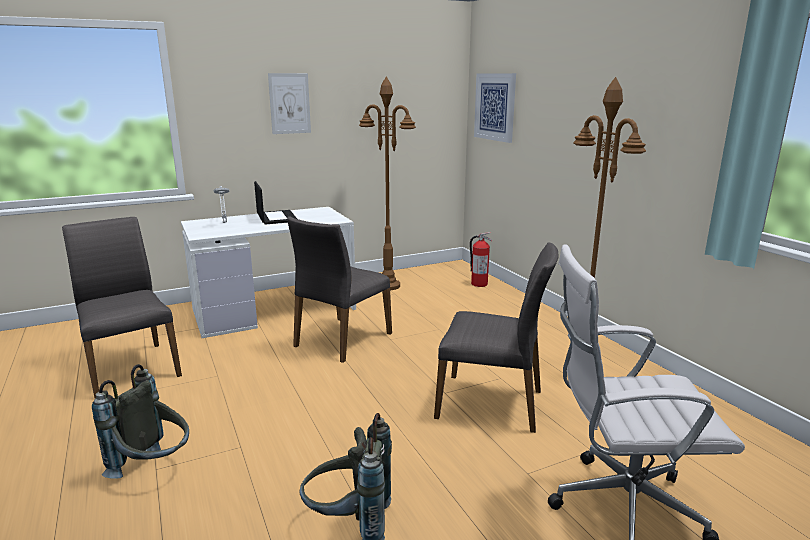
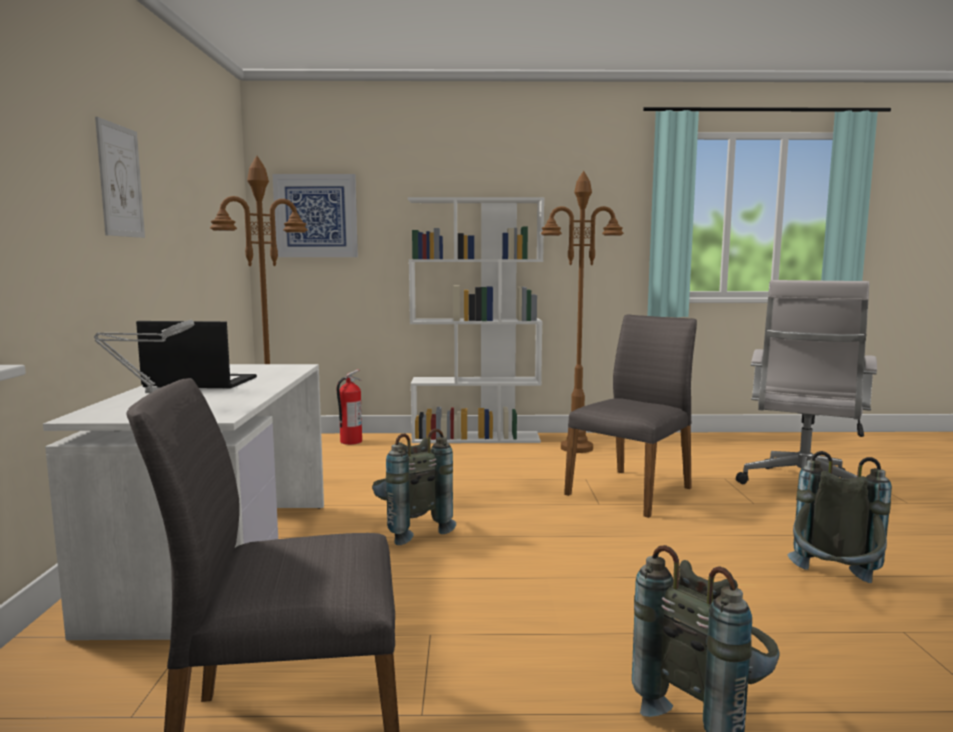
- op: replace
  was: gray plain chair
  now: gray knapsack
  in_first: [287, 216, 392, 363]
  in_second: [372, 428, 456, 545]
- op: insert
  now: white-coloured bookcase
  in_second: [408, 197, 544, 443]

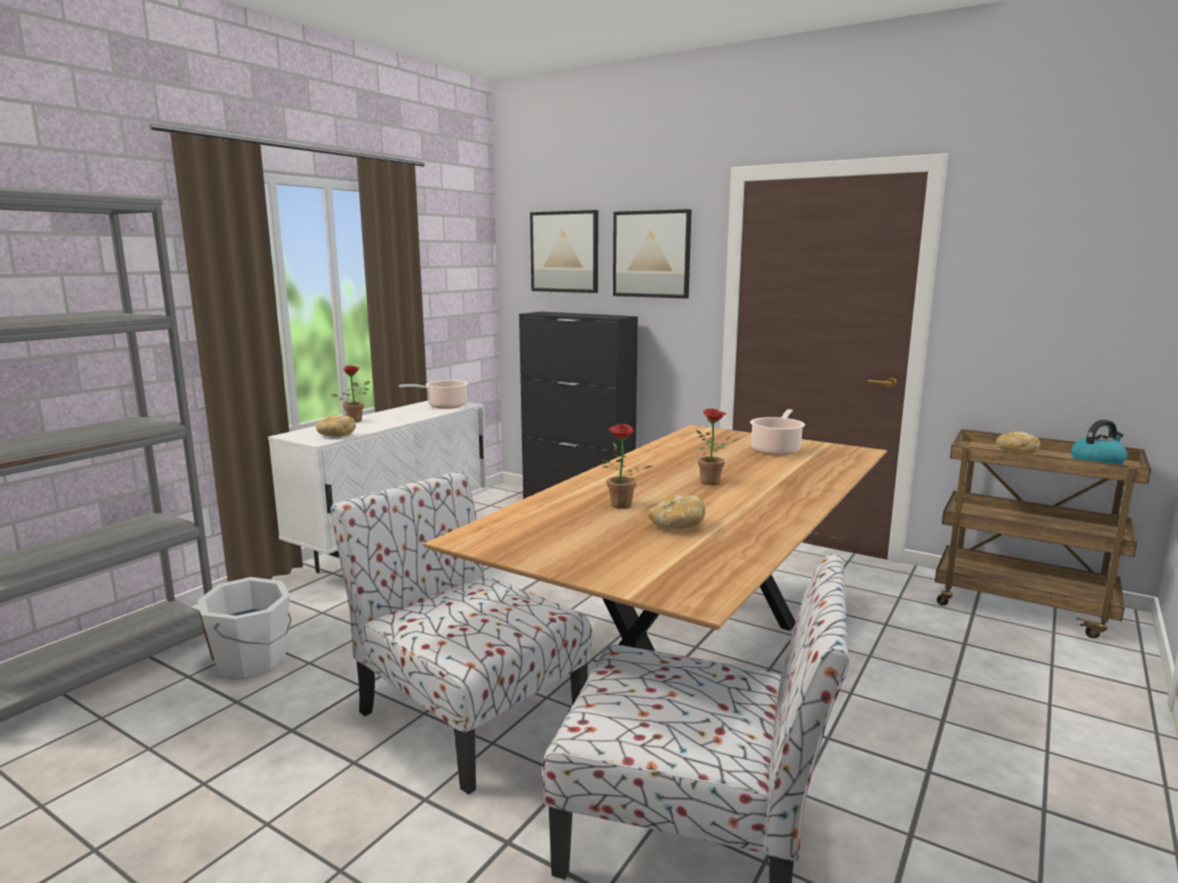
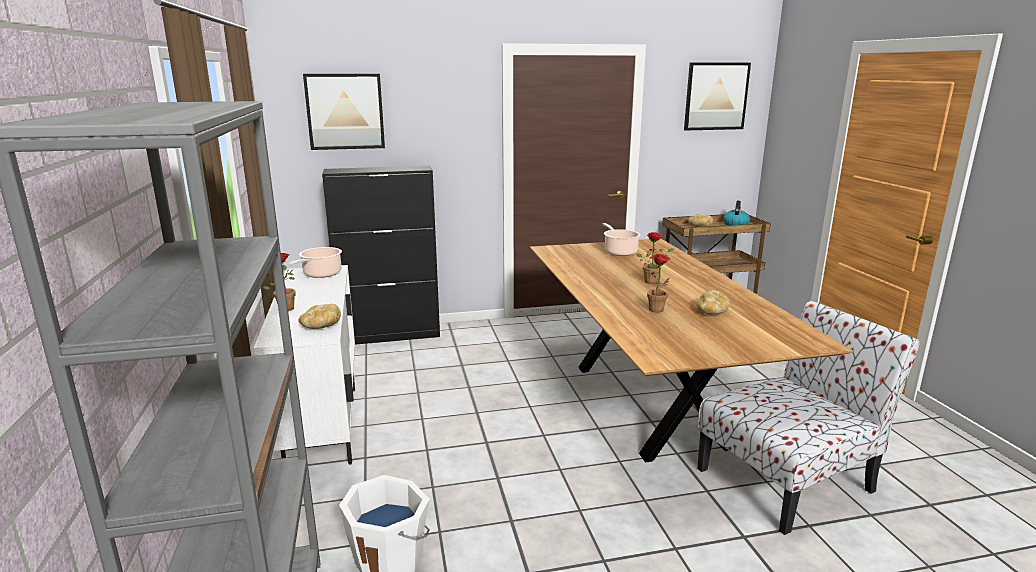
- op: move
  was: wall picture
  in_first: [613, 209, 692, 299]
  in_second: [684, 63, 751, 131]
- op: delete
  was: plain chair
  in_first: [330, 471, 592, 795]

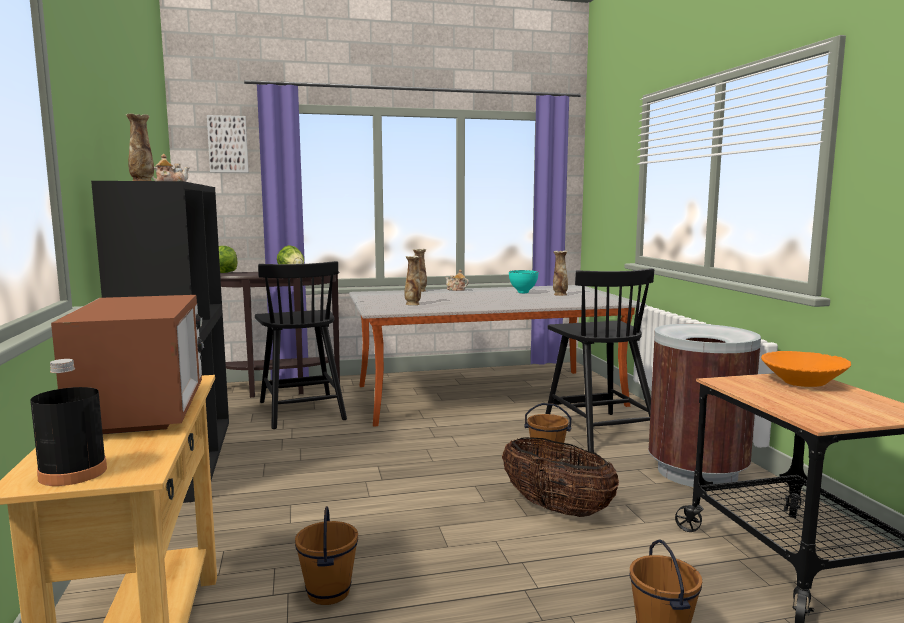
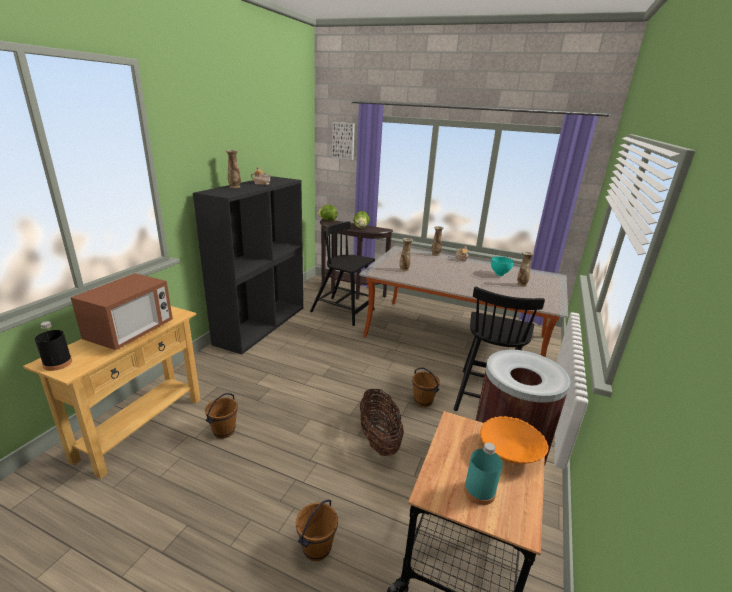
- op: rotate
  was: black plain chair
  in_first: [255, 261, 347, 429]
  in_second: [310, 221, 375, 326]
  clockwise: 105
- op: insert
  now: turquoise-coloured drink bottle
  in_second: [464, 442, 503, 505]

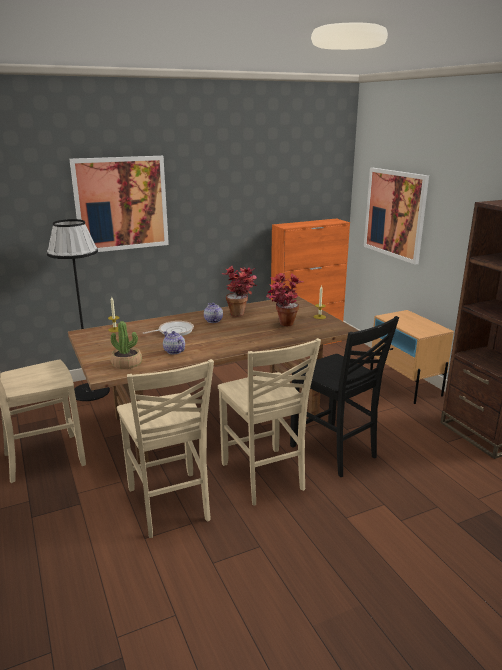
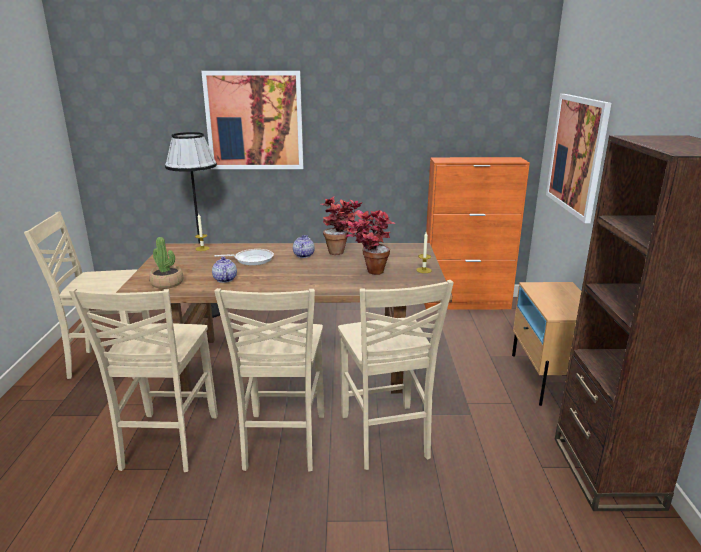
- op: recolor
  was: black plain chair
  now: beige plain chair
  in_first: [290, 316, 399, 477]
  in_second: [338, 280, 454, 470]

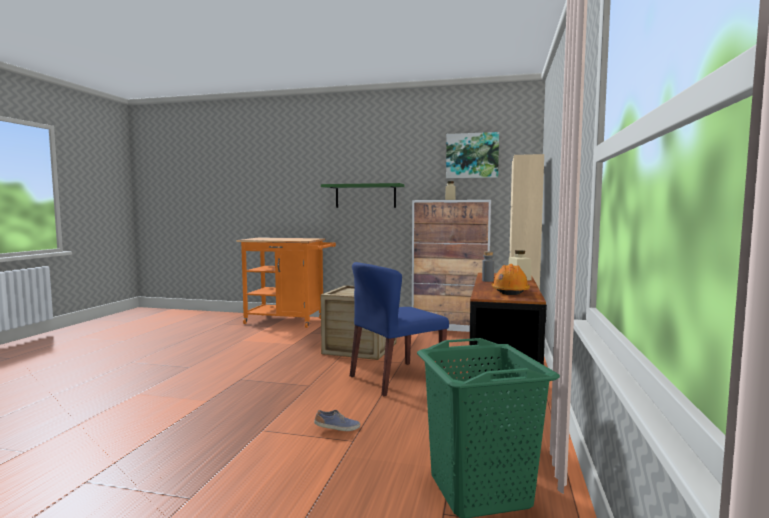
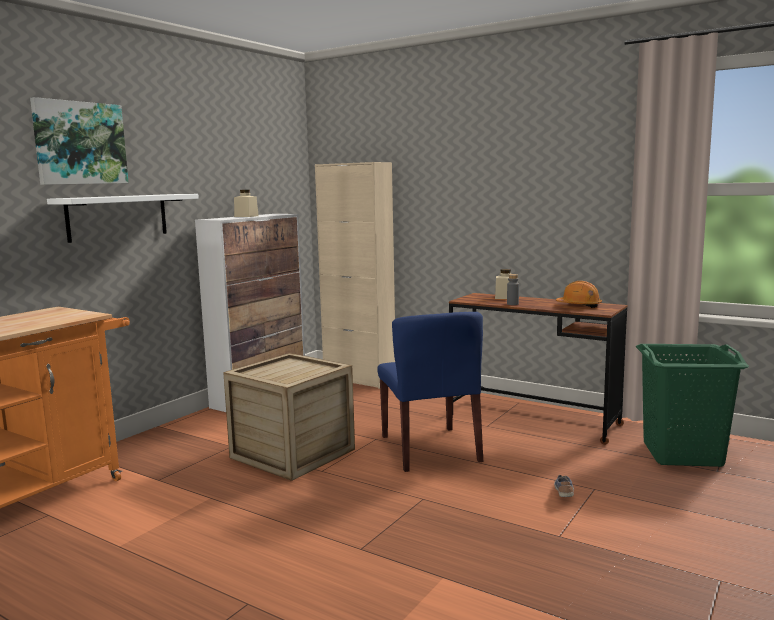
- op: move
  was: wall picture
  in_first: [446, 132, 499, 178]
  in_second: [30, 97, 129, 185]
- op: recolor
  was: green wall shelf
  now: white-coloured wall shelf
  in_first: [321, 183, 405, 208]
  in_second: [47, 194, 199, 243]

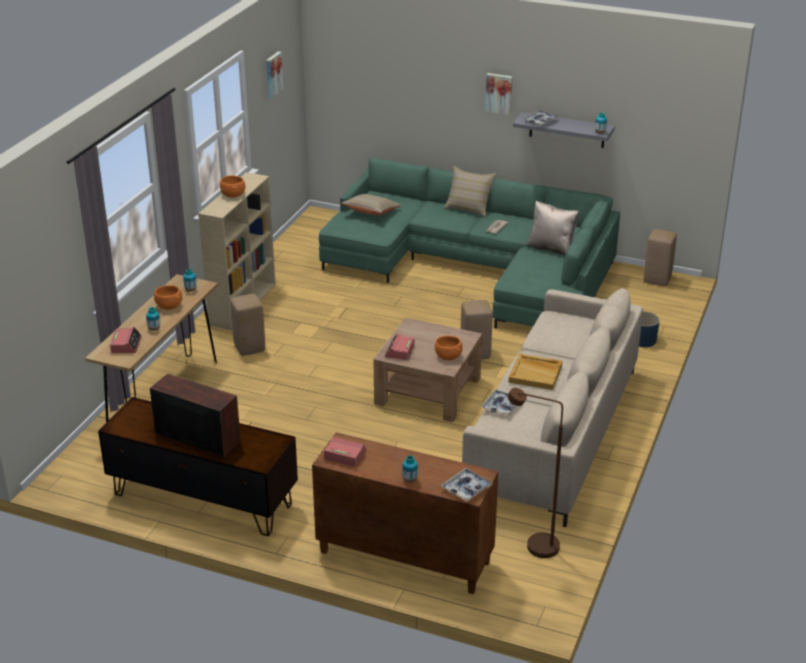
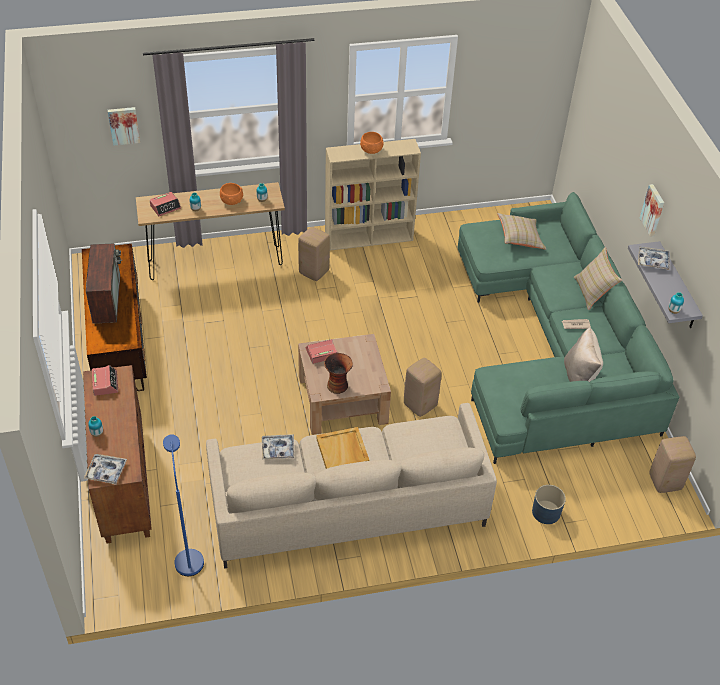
- op: move
  was: wall picture
  in_first: [266, 52, 283, 98]
  in_second: [108, 107, 140, 146]
- op: replace
  was: orangey bowl
  now: vase
  in_first: [435, 336, 462, 360]
  in_second: [324, 353, 353, 394]
- op: recolor
  was: brown-coloured standard lamp
  now: bluish standard lamp
  in_first: [507, 388, 563, 558]
  in_second: [163, 434, 204, 576]

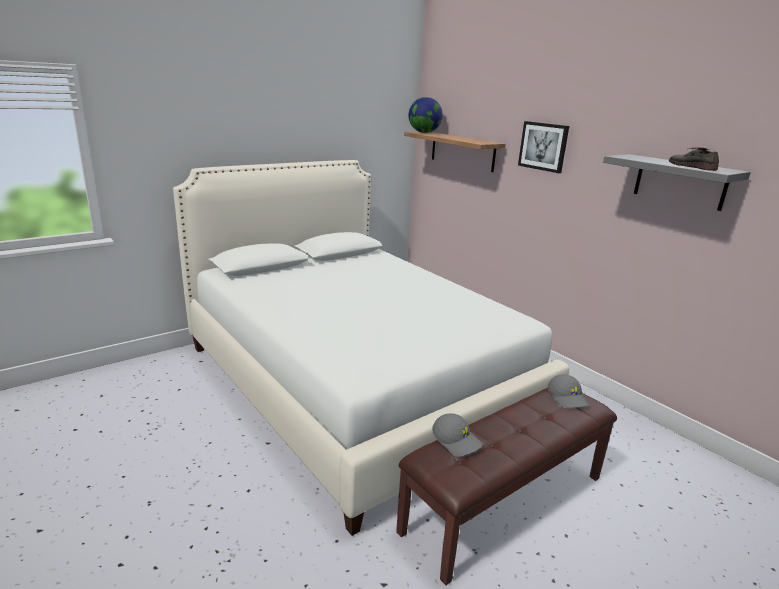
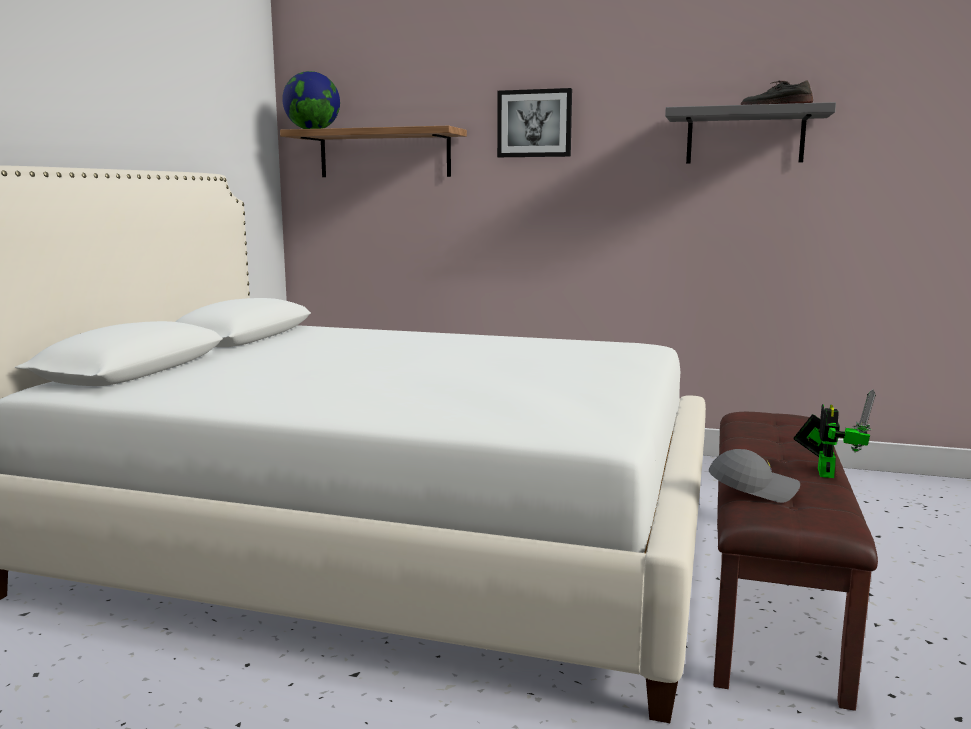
- op: delete
  was: gray peaked cap
  in_first: [548, 374, 589, 408]
- op: insert
  now: model robot
  in_second: [793, 390, 876, 478]

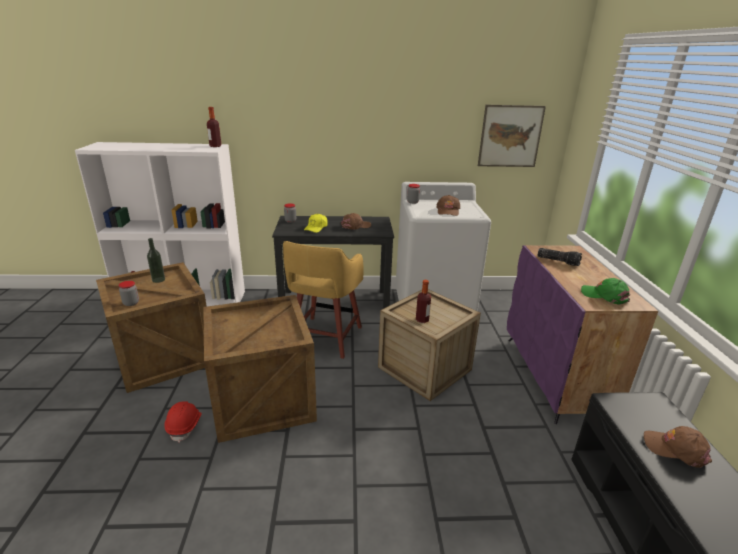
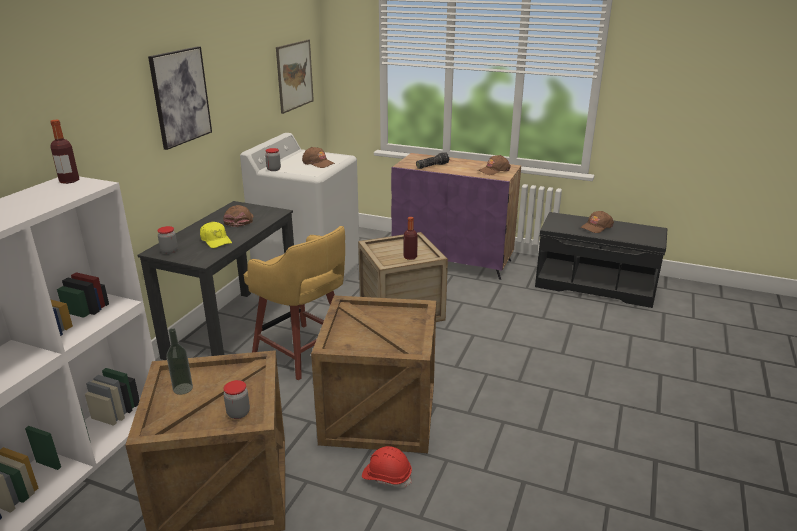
- op: recolor
  was: green peaked cap
  now: brown-coloured peaked cap
  in_first: [581, 278, 630, 305]
  in_second: [479, 155, 511, 175]
- op: insert
  now: wall picture
  in_second: [148, 46, 212, 150]

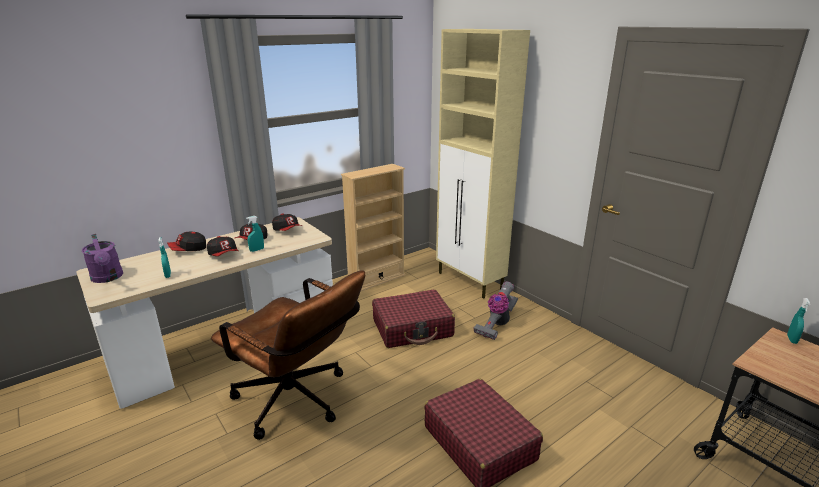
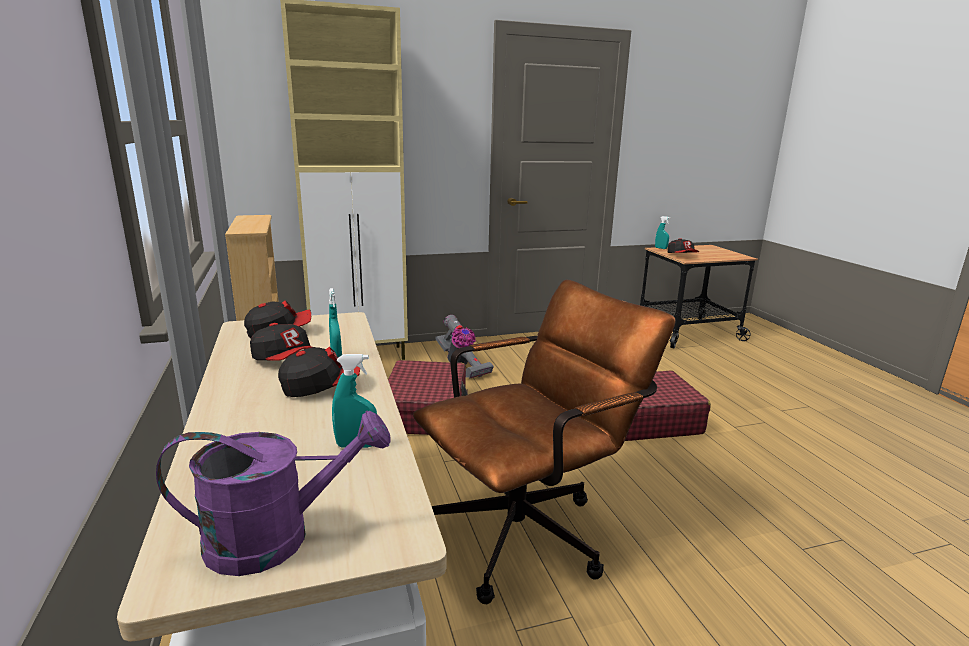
- op: move
  was: peaked cap
  in_first: [167, 231, 206, 251]
  in_second: [668, 238, 699, 253]

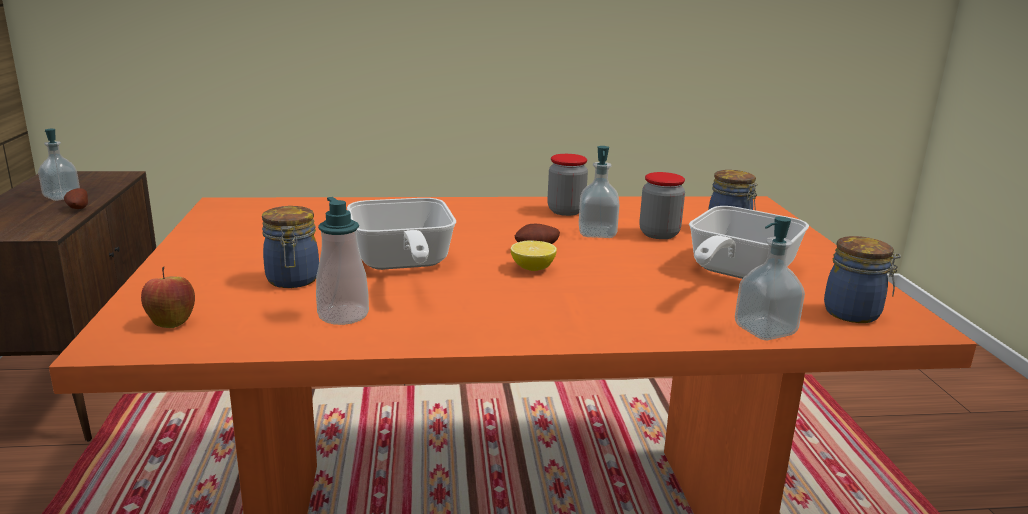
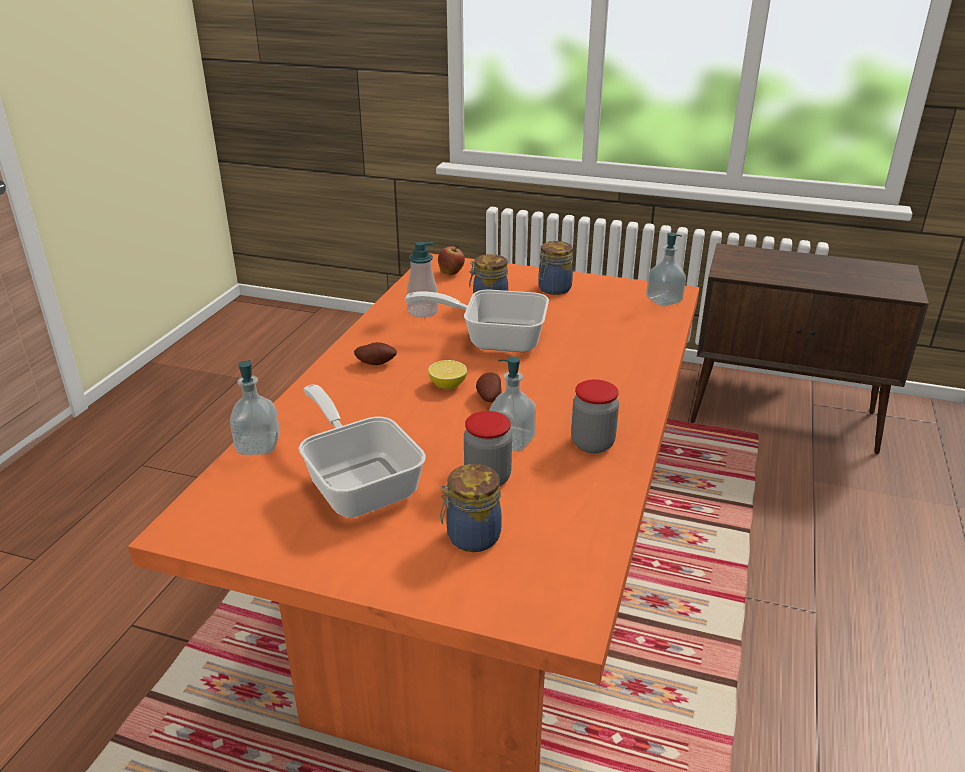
- op: move
  was: liquid soap bottle
  in_first: [38, 129, 80, 201]
  in_second: [646, 233, 686, 307]
- op: move
  was: potato
  in_first: [64, 188, 88, 209]
  in_second: [354, 342, 397, 365]
- op: move
  was: jar
  in_first: [824, 236, 901, 323]
  in_second: [538, 241, 573, 295]

